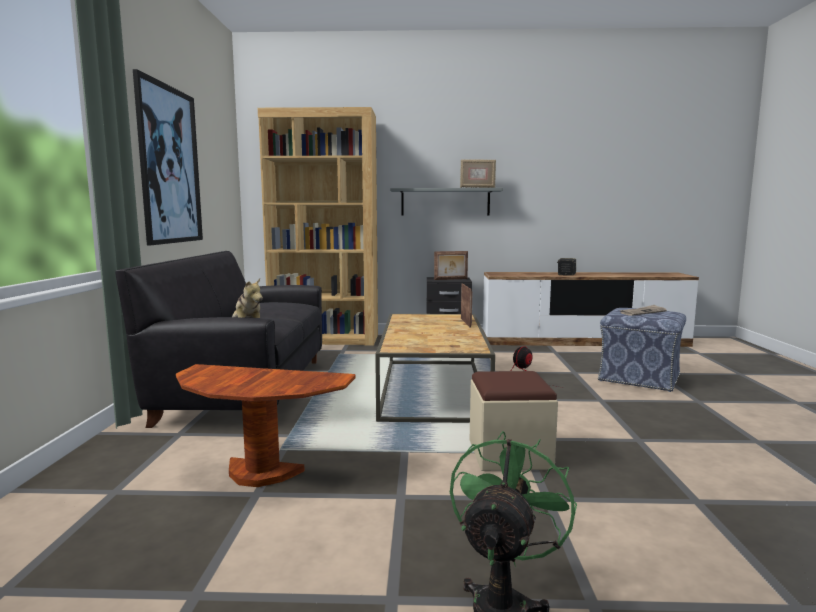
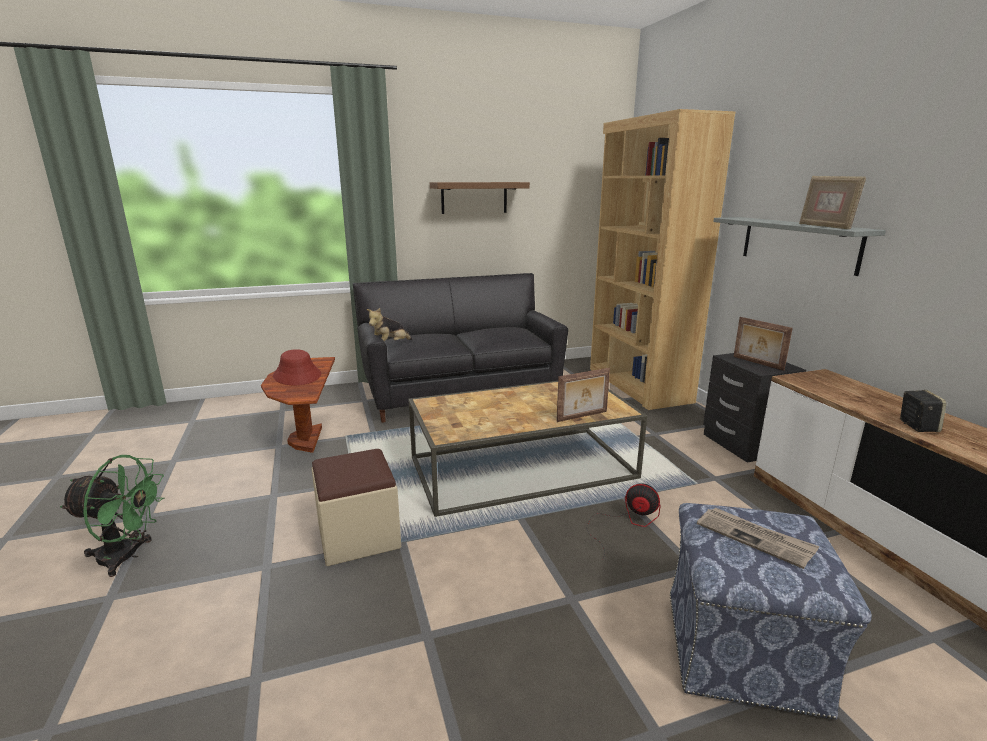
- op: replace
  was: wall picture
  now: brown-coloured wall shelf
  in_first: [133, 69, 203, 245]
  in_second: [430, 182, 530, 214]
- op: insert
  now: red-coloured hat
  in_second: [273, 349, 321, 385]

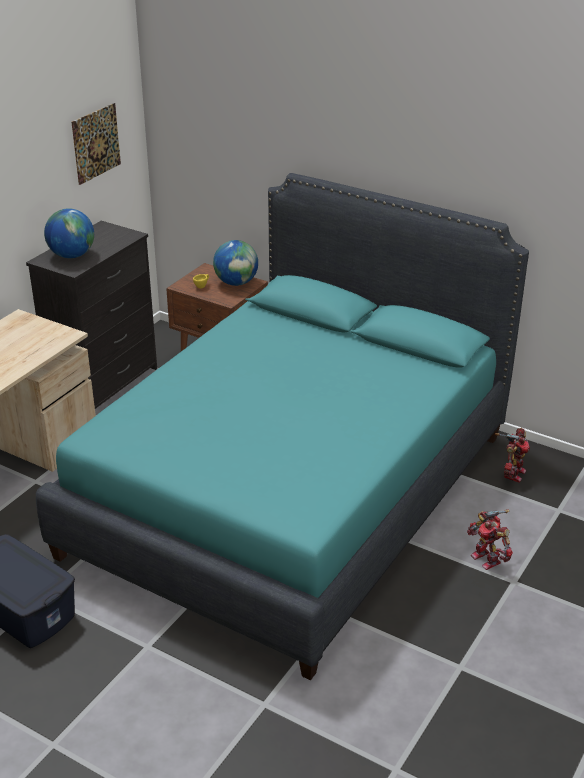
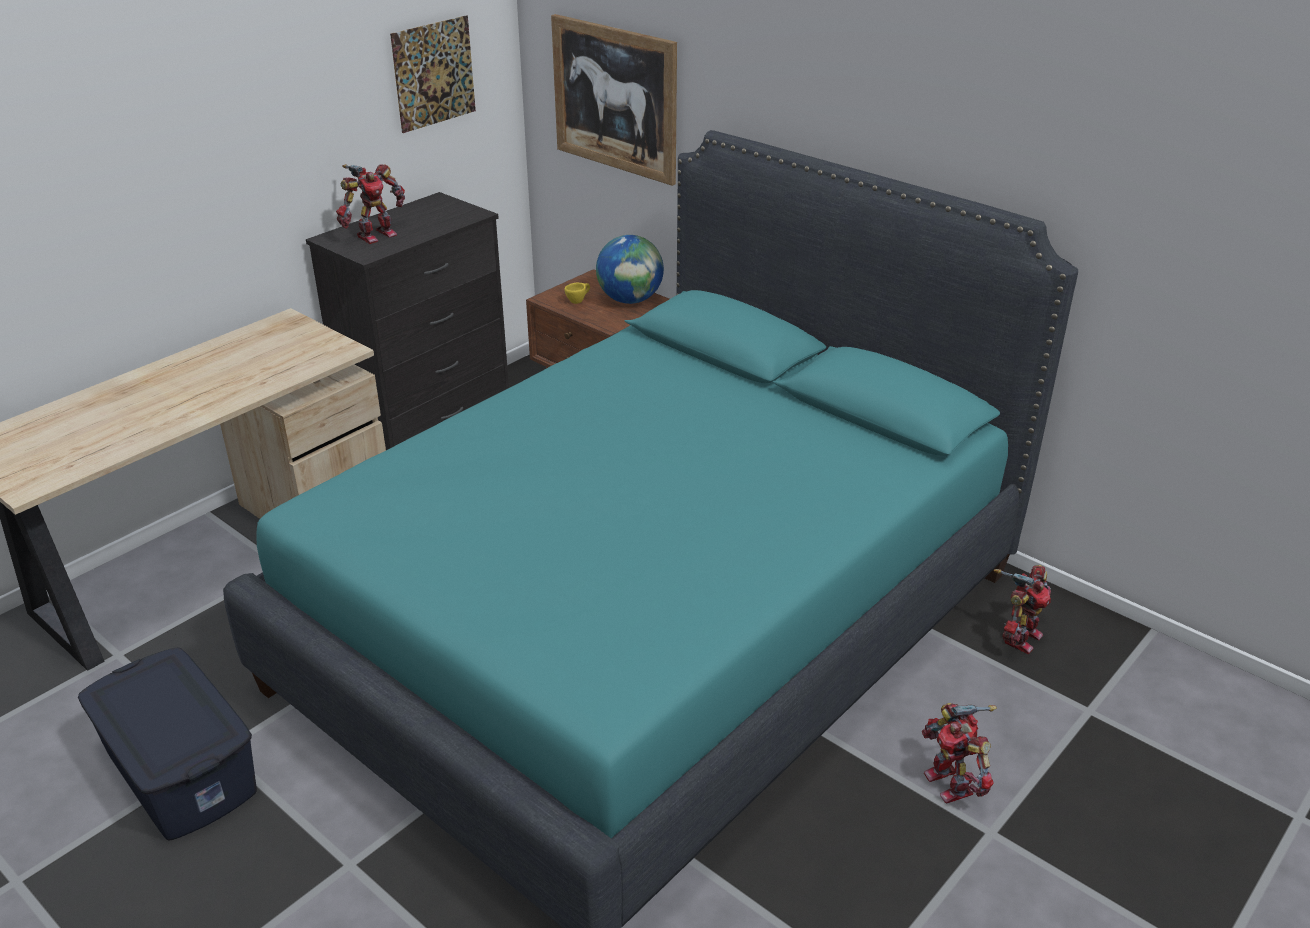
- op: replace
  was: desk globe
  now: model robot
  in_first: [44, 208, 94, 258]
  in_second: [336, 164, 405, 244]
- op: insert
  now: wall picture
  in_second: [551, 14, 677, 186]

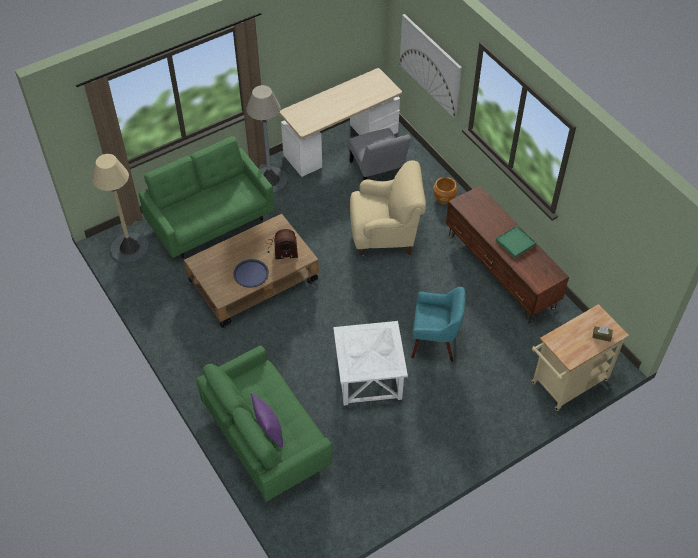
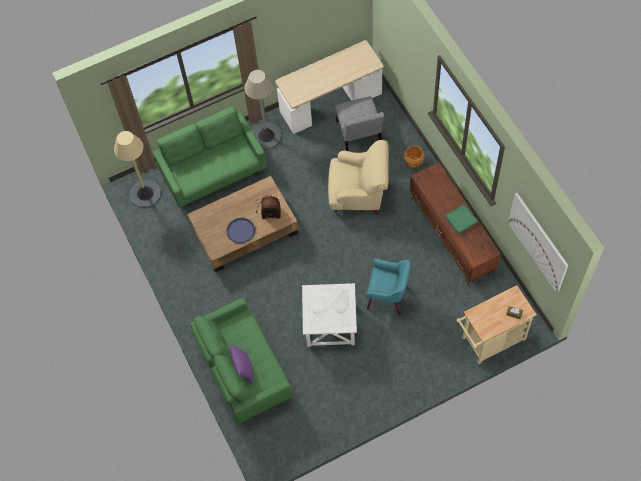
- op: move
  was: wall picture
  in_first: [400, 14, 462, 117]
  in_second: [508, 193, 568, 293]

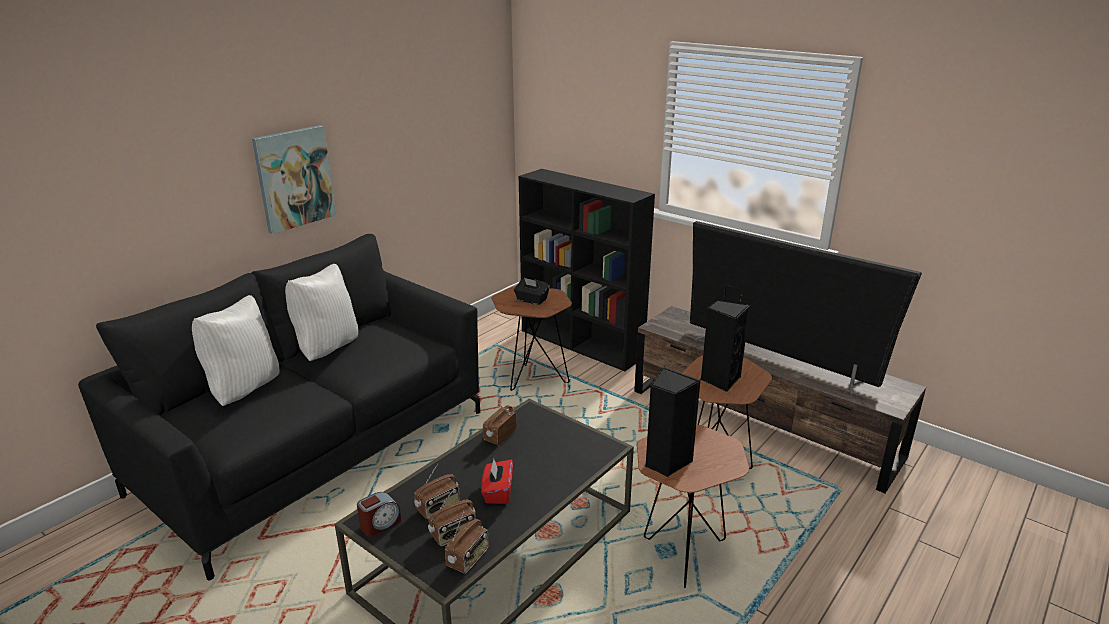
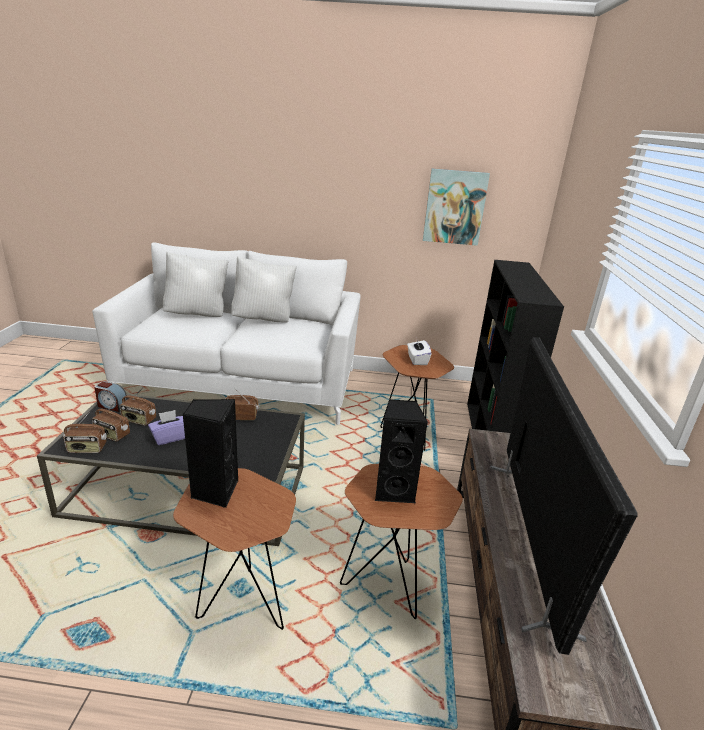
- op: move
  was: wall picture
  in_first: [252, 125, 336, 234]
  in_second: [423, 169, 490, 246]
- op: recolor
  was: black couch
  now: white-coloured couch
  in_first: [78, 234, 480, 580]
  in_second: [92, 243, 361, 425]
- op: recolor
  was: black tissue box
  now: white-coloured tissue box
  in_first: [514, 278, 550, 305]
  in_second: [407, 337, 431, 365]
- op: recolor
  was: red-coloured tissue box
  now: purple-coloured tissue box
  in_first: [481, 459, 513, 504]
  in_second: [148, 410, 185, 445]

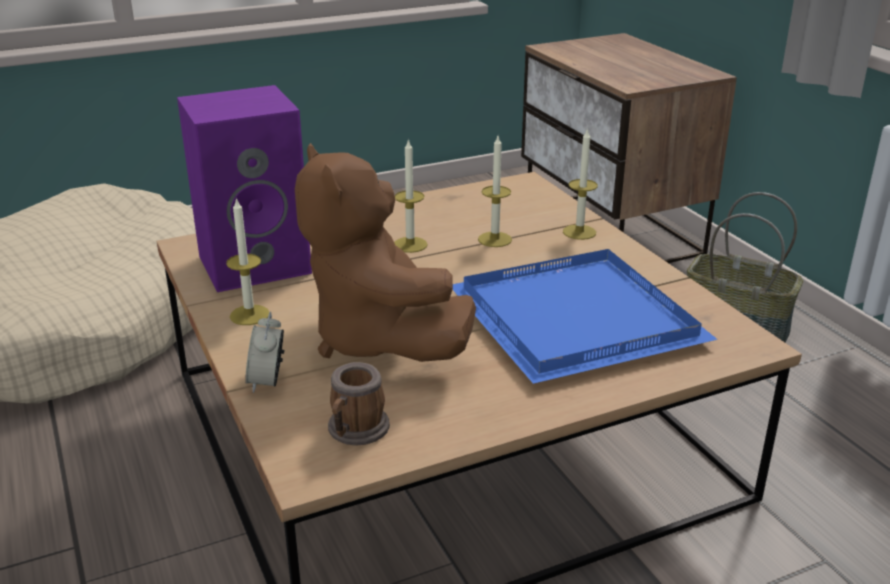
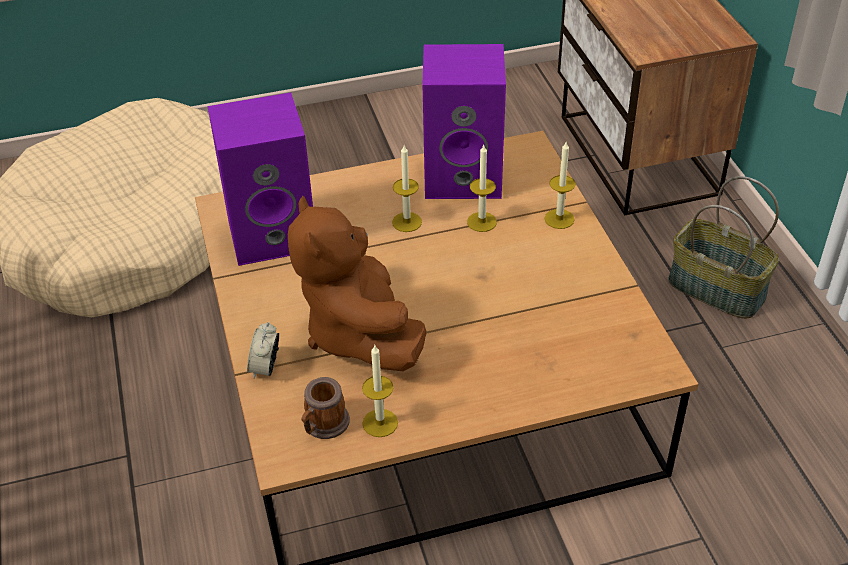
- op: move
  was: wax candle
  in_first: [226, 197, 269, 325]
  in_second: [362, 345, 398, 437]
- op: delete
  was: bluish serving tray
  in_first: [453, 249, 718, 384]
- op: insert
  now: purple-coloured audio speaker
  in_second: [423, 44, 506, 199]

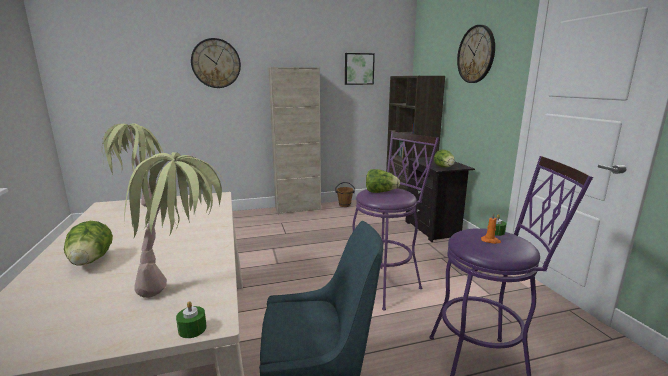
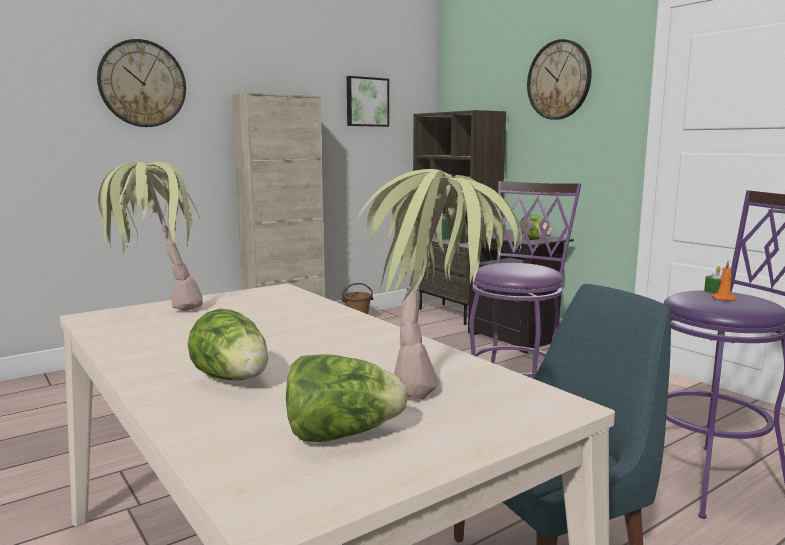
- op: move
  was: lettuce
  in_first: [366, 169, 400, 193]
  in_second: [286, 354, 407, 442]
- op: delete
  was: green wax candle
  in_first: [176, 301, 207, 338]

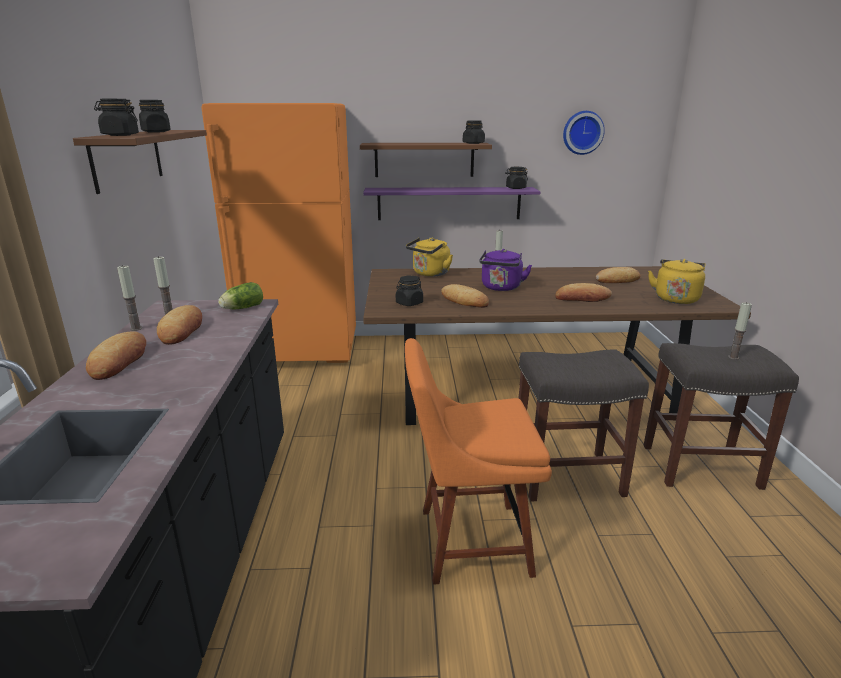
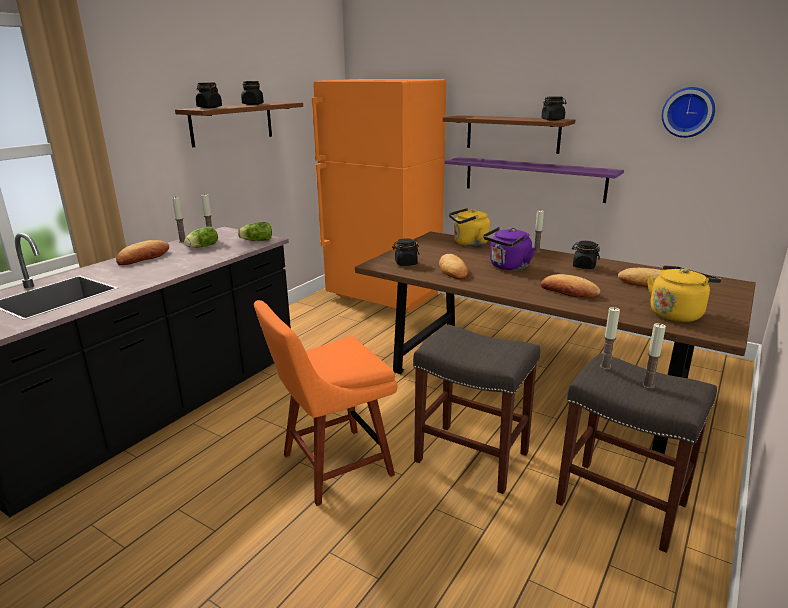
- op: move
  was: black jar
  in_first: [505, 167, 528, 189]
  in_second: [572, 241, 600, 269]
- op: replace
  was: bread
  now: lettuce
  in_first: [157, 305, 202, 345]
  in_second: [184, 226, 218, 248]
- op: rotate
  was: orangey plain chair
  in_first: [405, 338, 552, 585]
  in_second: [254, 300, 397, 506]
  clockwise: -60
- op: insert
  now: wax candle
  in_second: [600, 307, 620, 370]

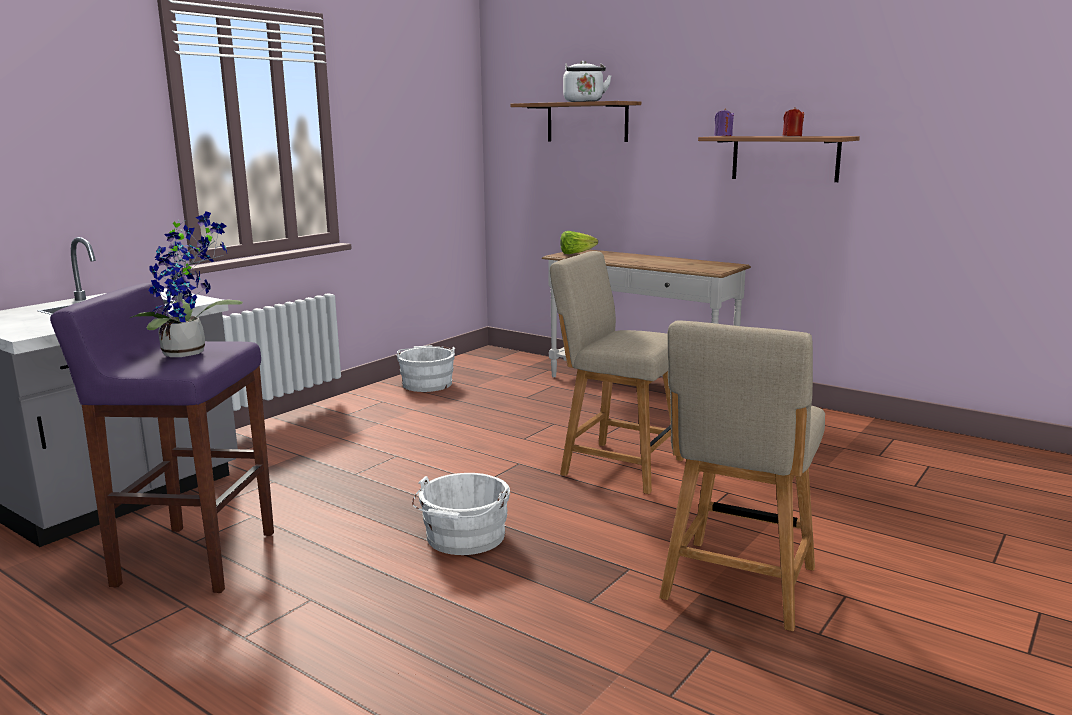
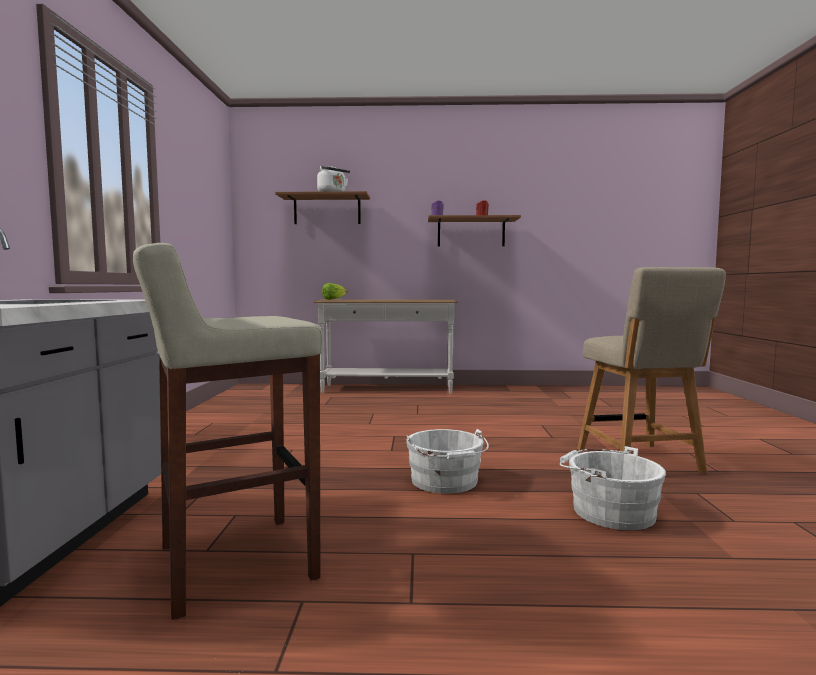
- op: delete
  was: houseplant
  in_first: [130, 211, 243, 357]
- op: delete
  was: beige plain chair
  in_first: [550, 251, 684, 494]
- op: recolor
  was: purple-coloured stool seat
  now: beige stool seat
  in_first: [50, 283, 274, 593]
  in_second: [133, 243, 323, 620]
- op: move
  was: white-coloured water bucket
  in_first: [396, 345, 455, 392]
  in_second: [560, 446, 666, 530]

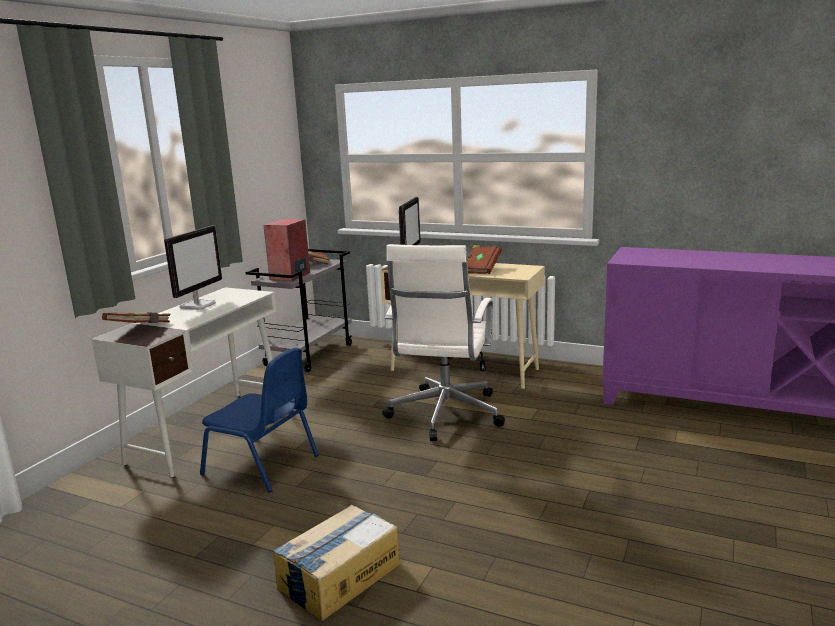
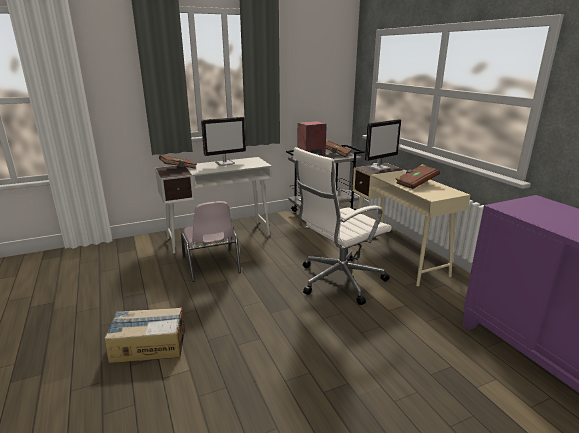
- op: recolor
  was: bluish plain chair
  now: pink-coloured plain chair
  in_first: [200, 348, 319, 493]
  in_second: [181, 201, 241, 282]

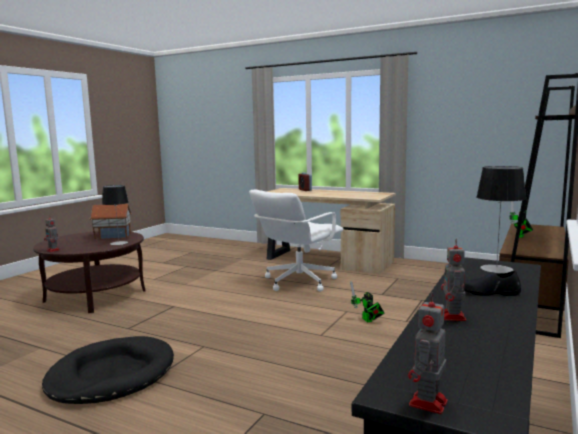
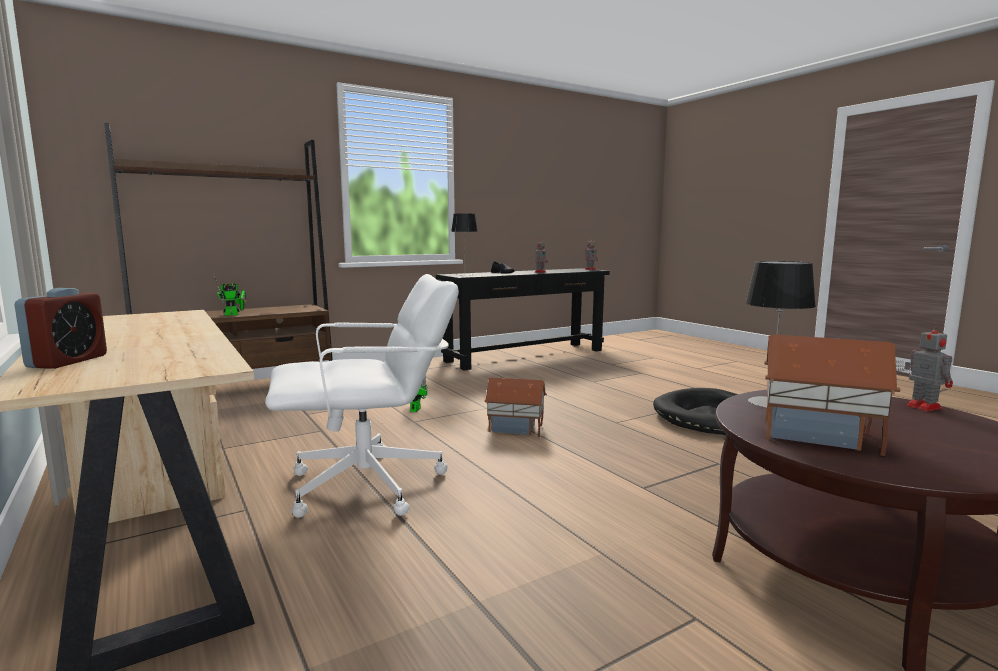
- op: insert
  now: miniature house
  in_second: [484, 378, 547, 437]

